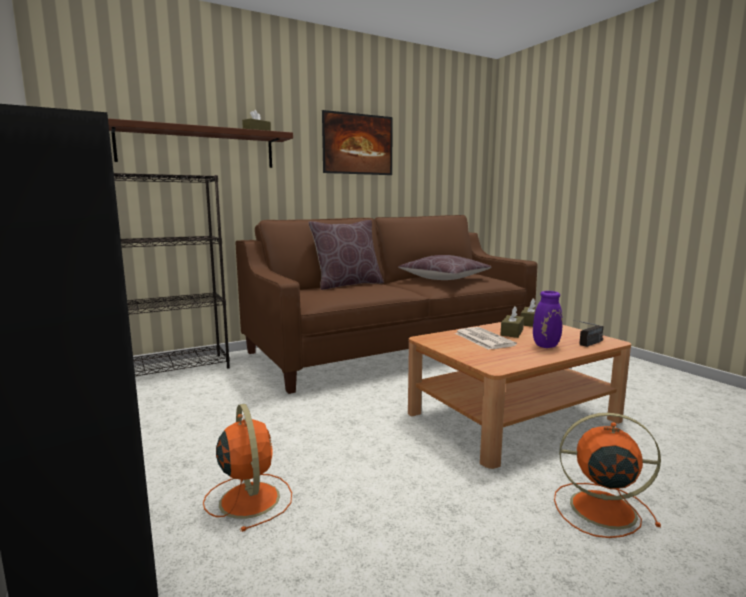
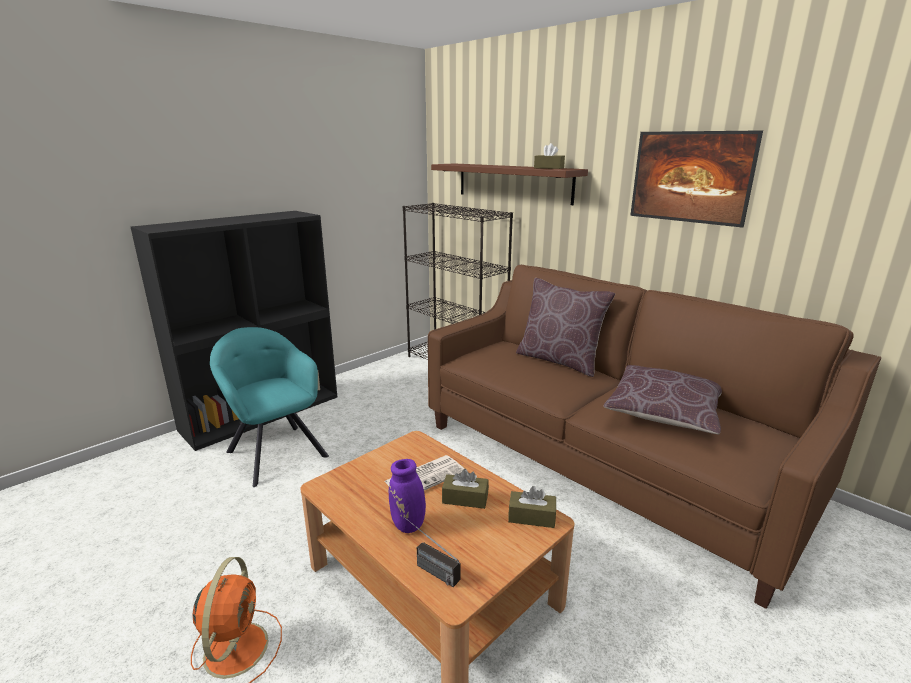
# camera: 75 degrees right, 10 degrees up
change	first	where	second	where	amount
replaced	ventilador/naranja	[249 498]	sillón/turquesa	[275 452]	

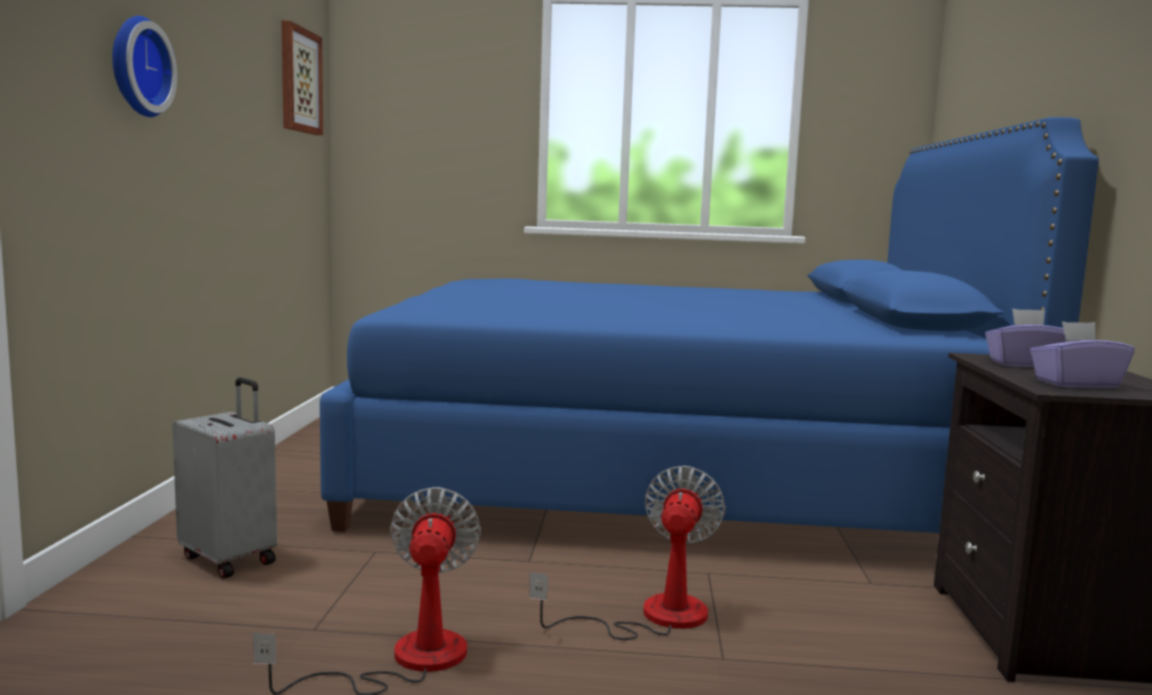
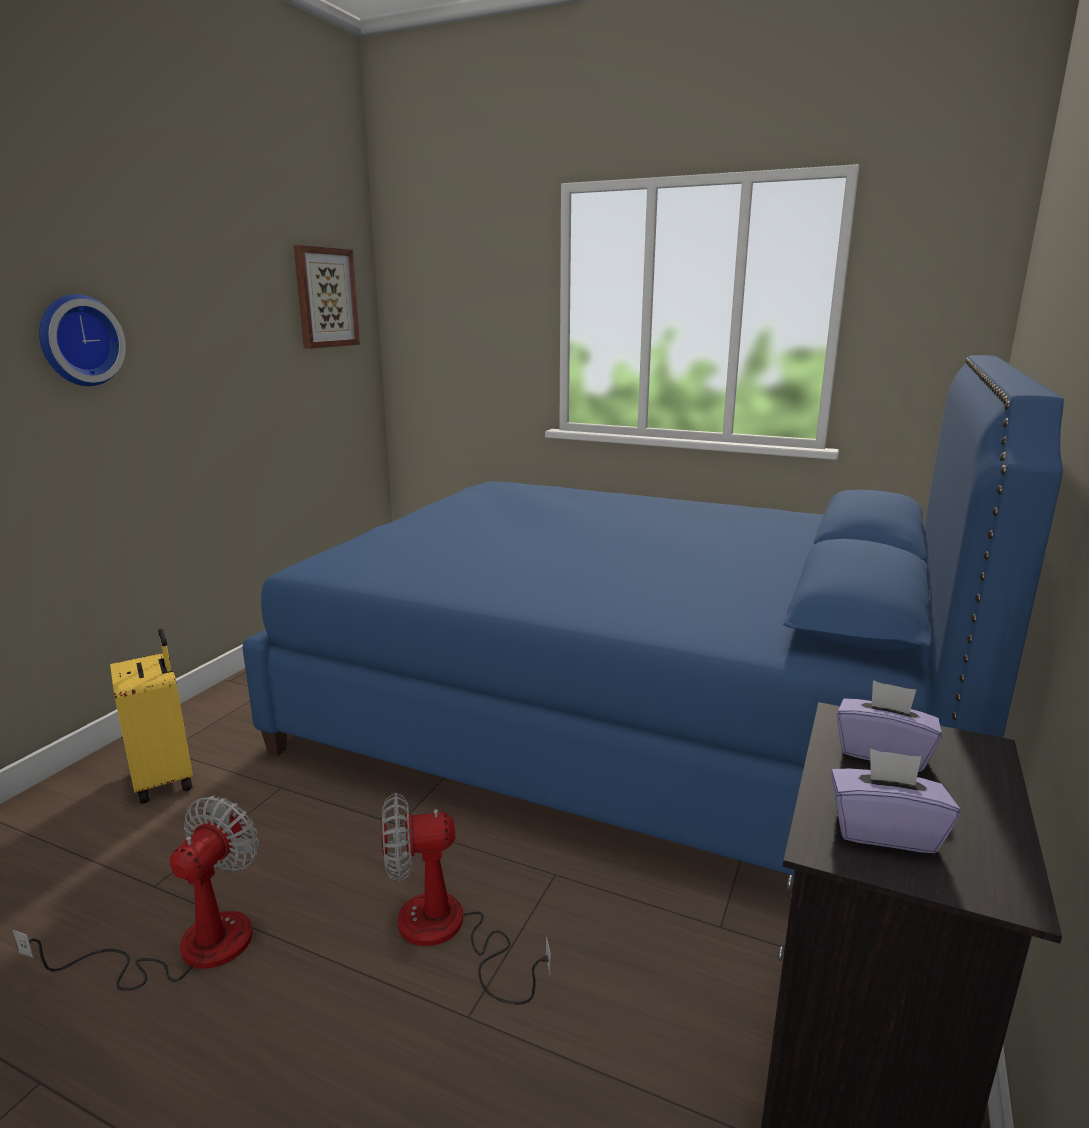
# camera: 20 degrees right, 10 degrees up
change	first	where	second	where	amount
recoloured	maleta/gris	[230 559]	maleta/amarillo	[165 778]	
turned	ventilador	[652 617]		[448 933]	135 degrees counterclockwise

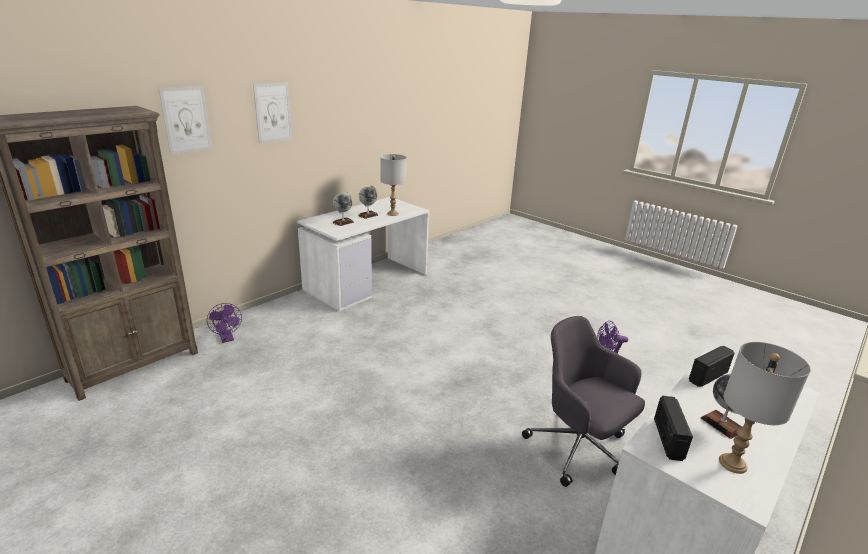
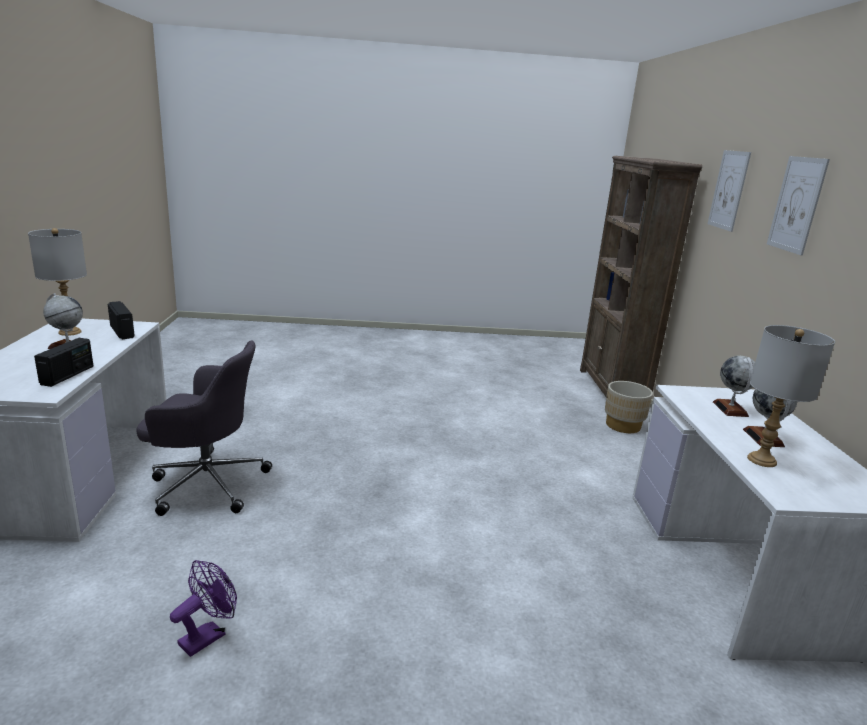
# camera: 135 degrees right, 5 degrees down
change	first	where	second	where	amount
replaced	ventilador/morado	[227 339]	maceta/beis	[623 426]	

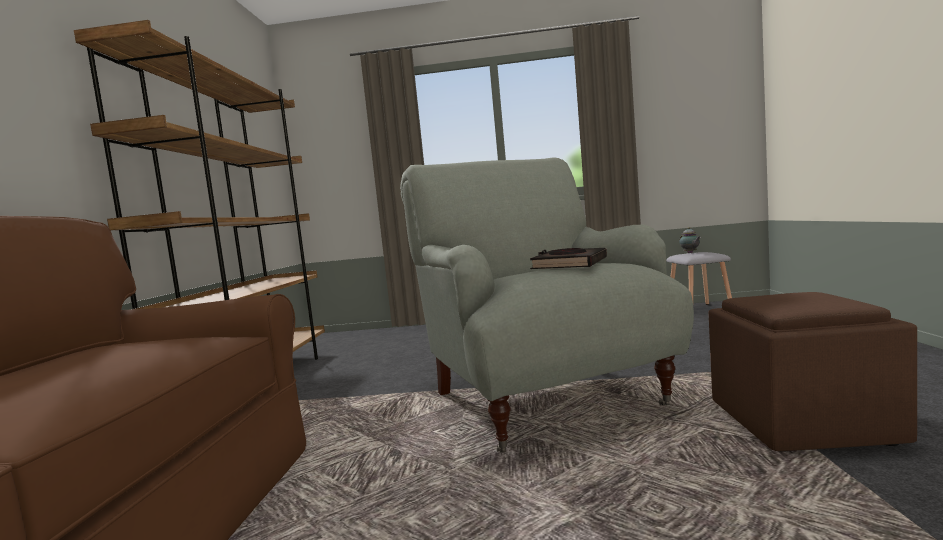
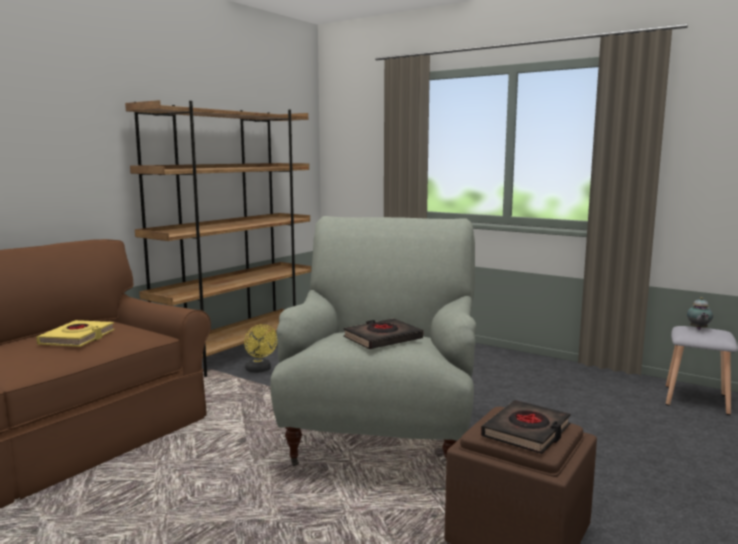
# camera: 30 degrees right, 5 degrees up
change	first	where	second	where	amount
added			libro/amarillo	[78 338]	
added			ventilador/amarillo	[260 370]	
added			libro/negro	[527 432]	

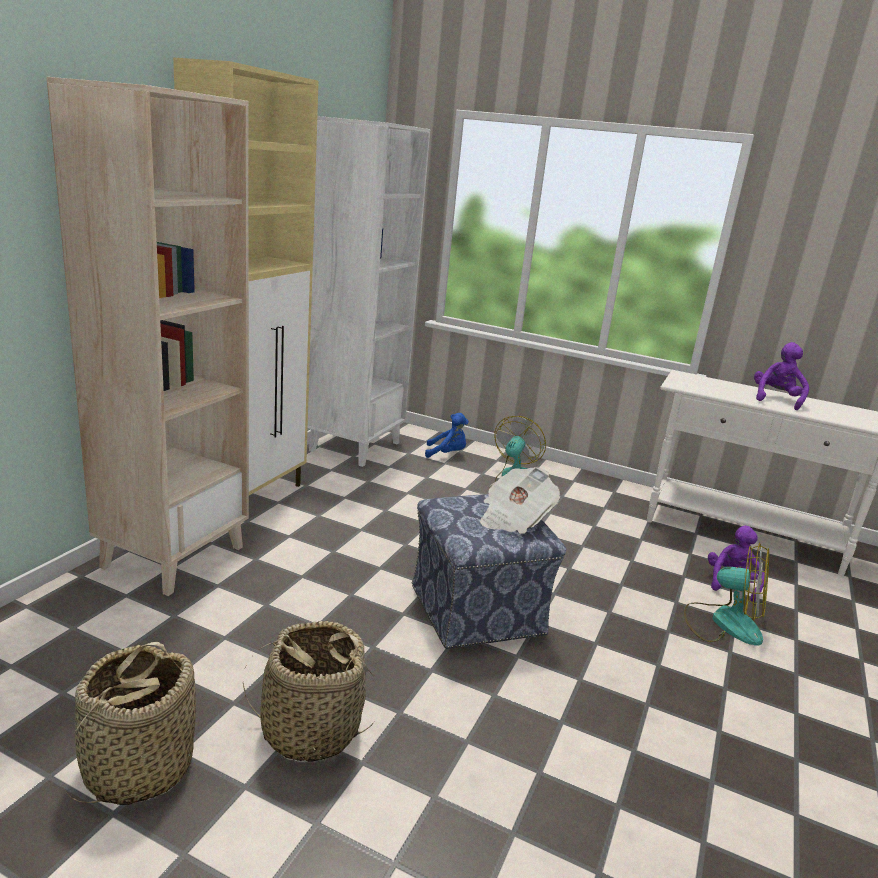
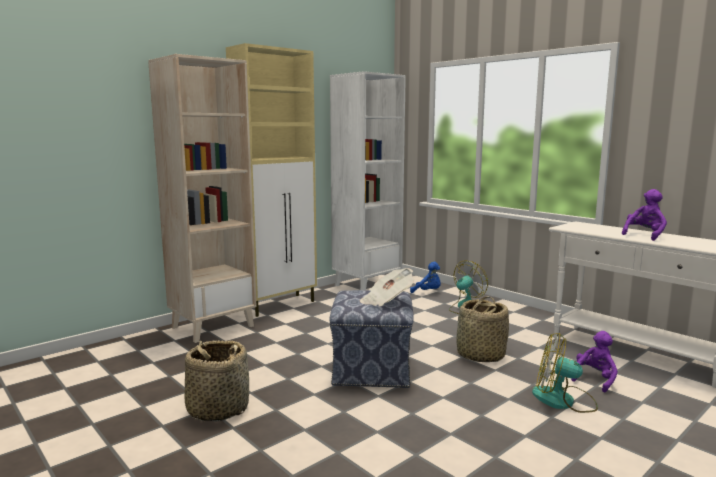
# camera: 25 degrees right, 10 degrees down
change	first	where	second	where	amount
moved	cesta	[138 767]		[480 355]	
turned	ventilador	[723 622]		[563 400]	150 degrees clockwise

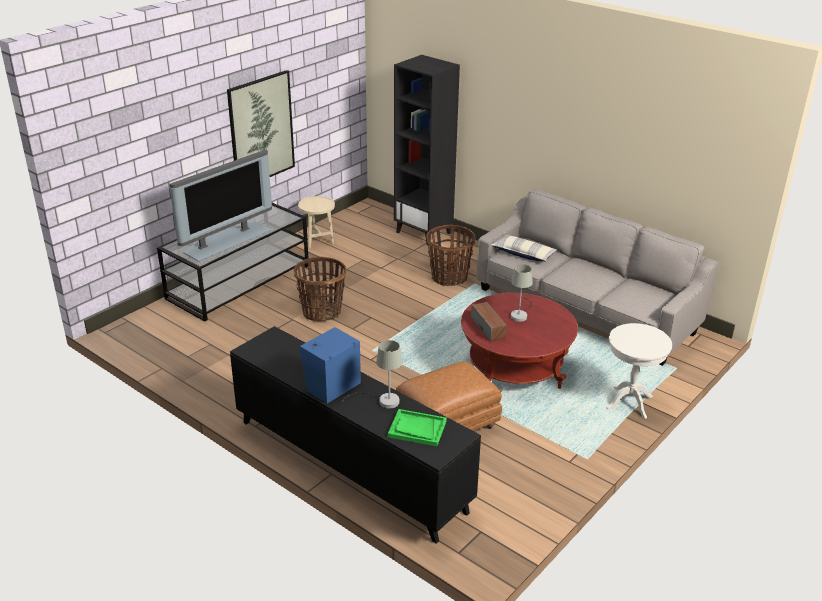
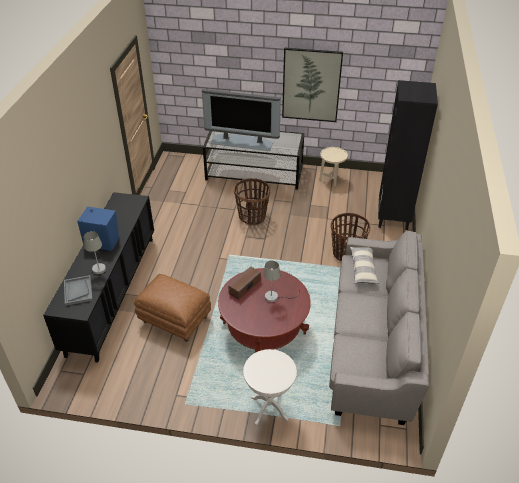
# camera: 60 degrees right, 10 degrees up
change	first	where	second	where	amount
recoloured	bandeja/verde	[417 429]	bandeja/gris	[78 291]	

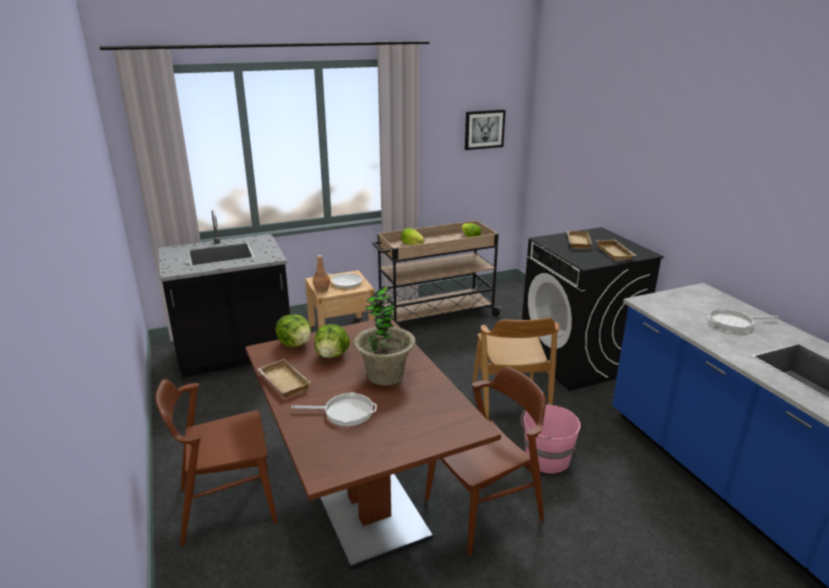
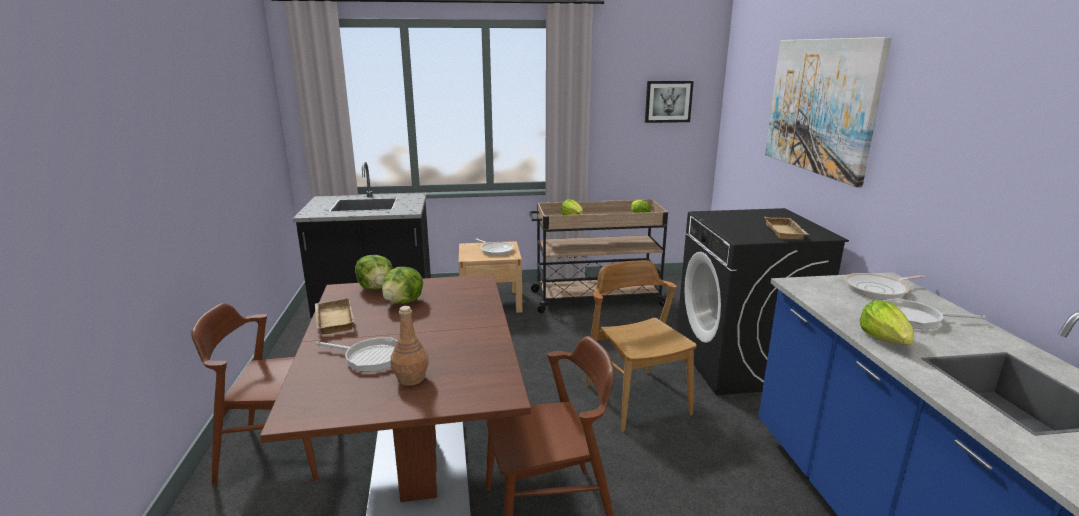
# camera: 15 degrees right, 5 degrees down
change	first	where	second	where	amount
removed	planta en maceta	[385 376]			
removed	cubo/rosa	[546 459]			
removed	bandeja/beis	[577 242]			
added			cuadro	[820 106]	
added			sartén	[878 289]	
added			lechuga	[885 339]	
moved	botella/marrón	[322 289]		[411 379]	
turned	silla/marrón	[509 404]		[636 399]	150 degrees clockwise

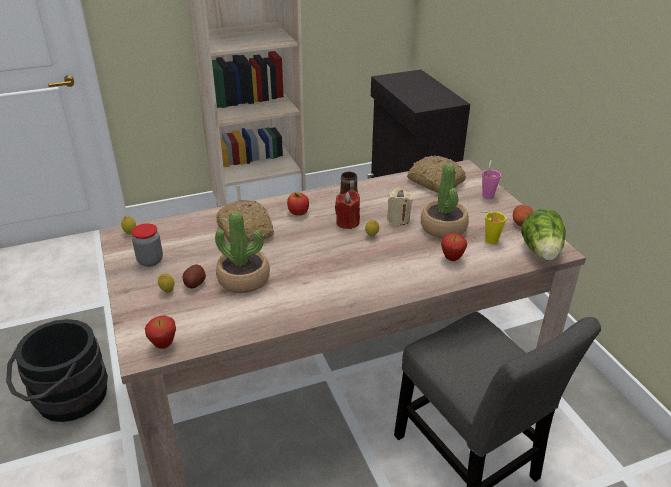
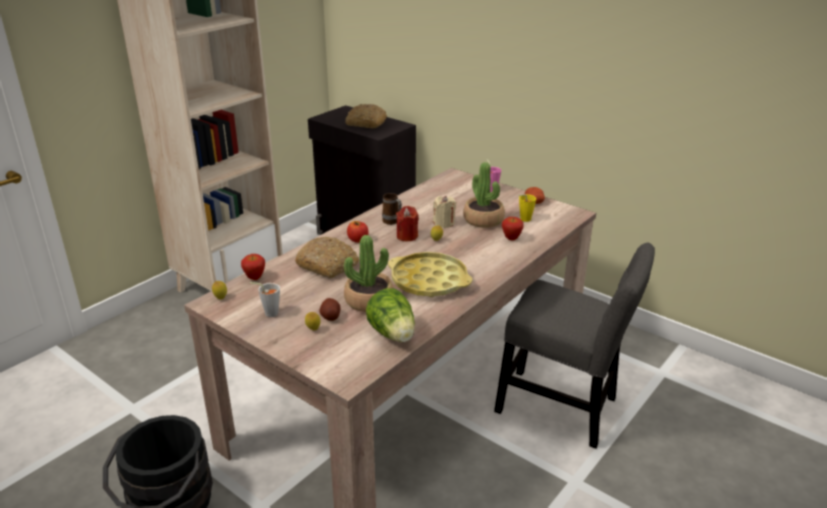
# camera: 30 degrees left, 5 degrees down
change	first	where	second	where	amount
added			bandeja/amarillo	[429 281]	
moved	manzana	[164 345]		[254 278]	
moved	pan	[435 181]		[366 123]	
moved	lechuga	[541 252]		[393 334]	
replaced	tarro	[150 260]	taza/gris	[268 313]	

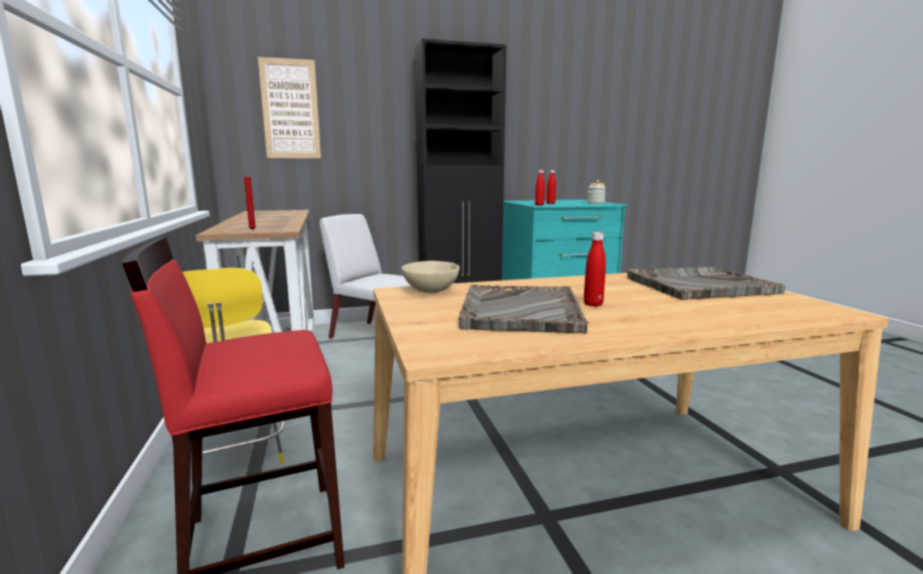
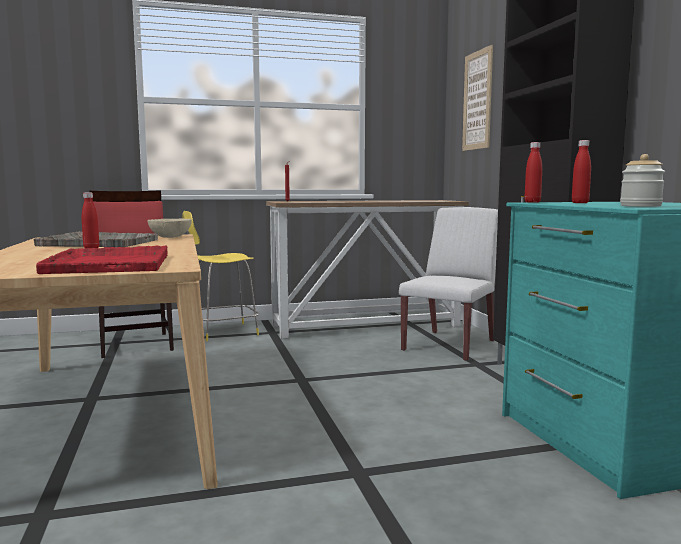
# camera: 90 degrees right, 5 degrees down
change	first	where	second	where	amount
recoloured	bandeja/gris	[698 285]	bandeja/rojo	[110 263]	

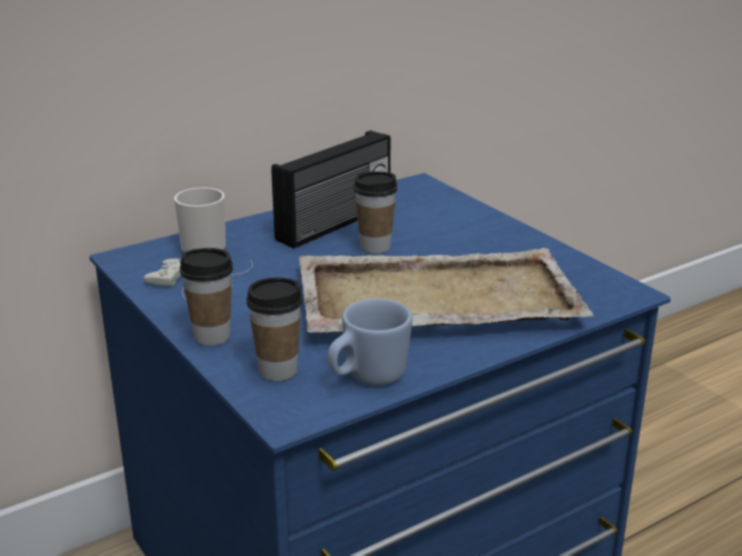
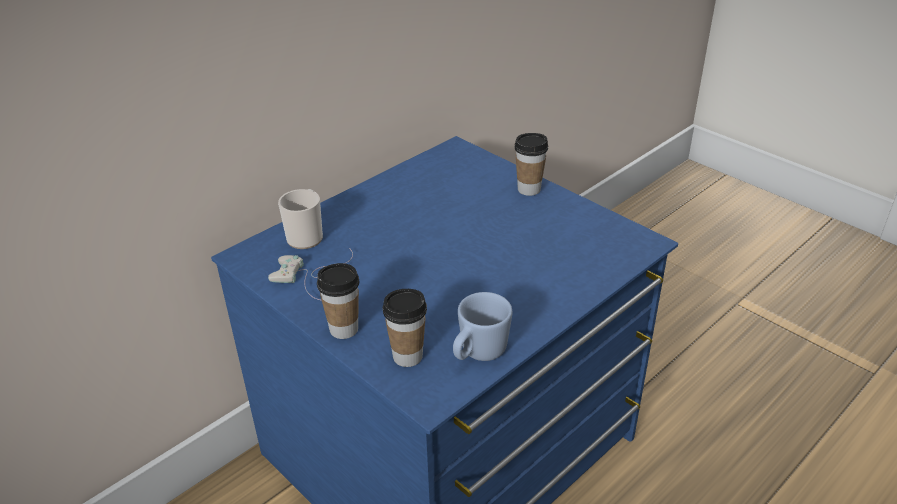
# camera: 10 degrees left, 10 degrees up
change	first	where	second	where	amount
removed	radio	[336 223]			
removed	bandeja/beis	[434 299]			
moved	taza	[375 247]		[529 189]	

